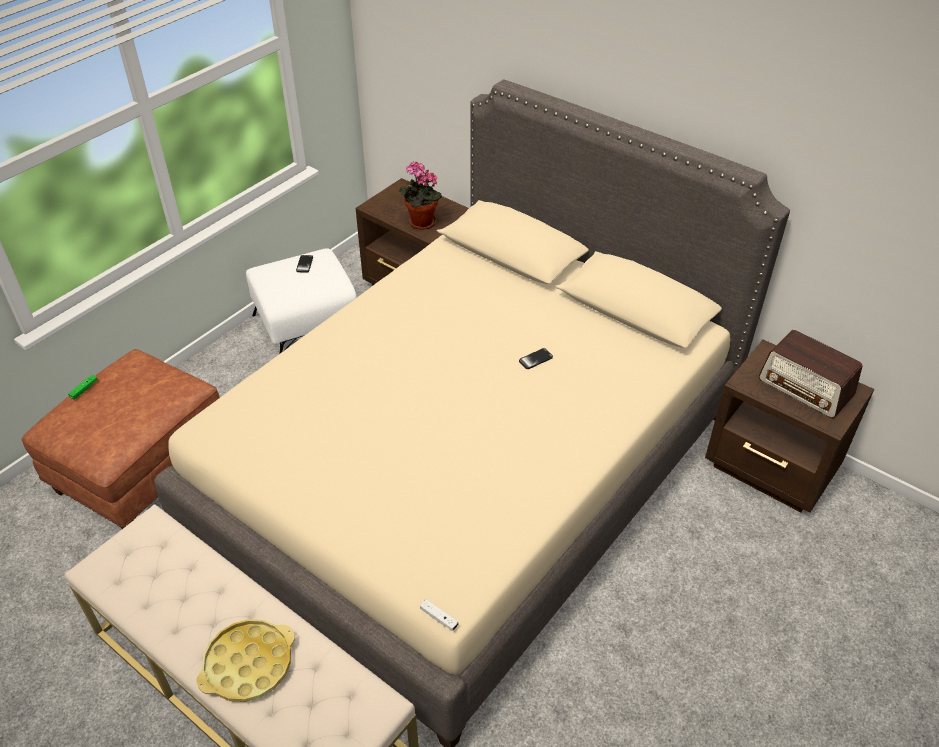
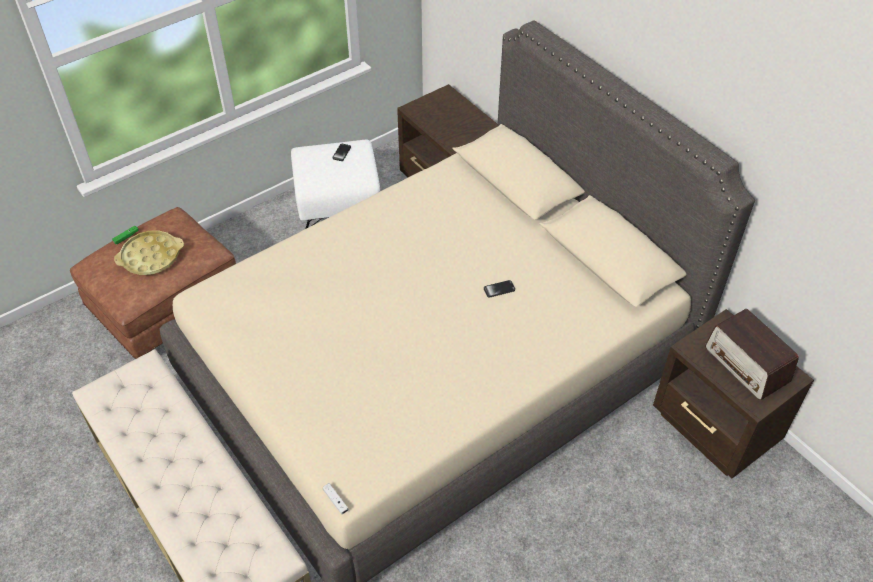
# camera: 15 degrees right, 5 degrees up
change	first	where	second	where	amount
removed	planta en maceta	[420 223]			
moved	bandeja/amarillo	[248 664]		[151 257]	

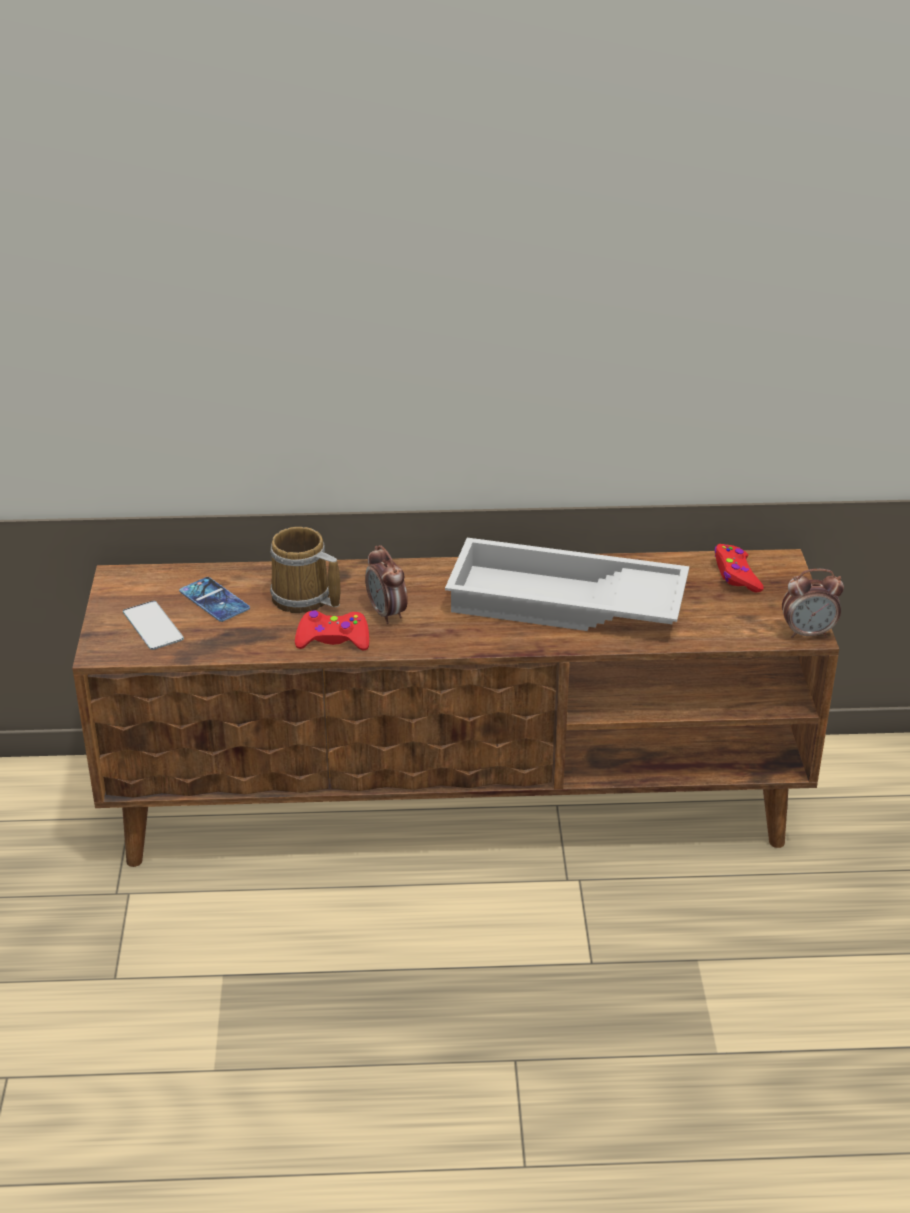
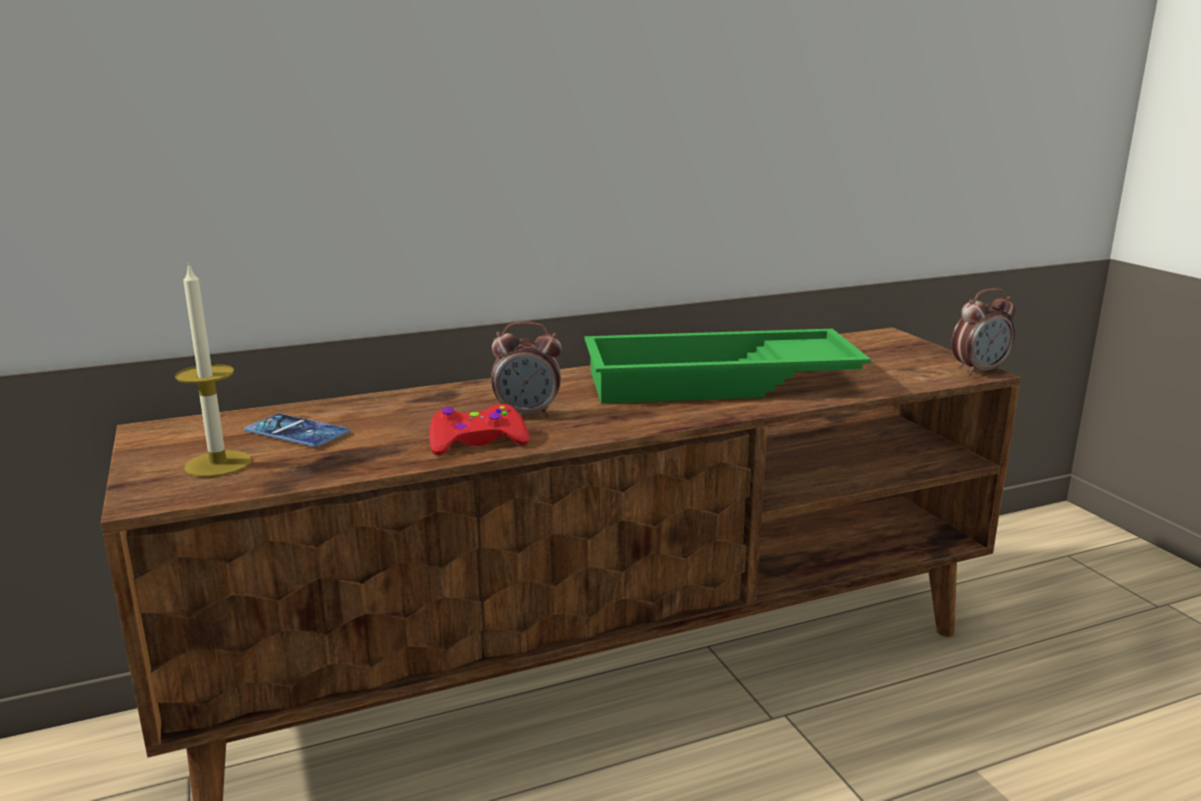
# camera: 20 degrees left, 15 degrees down
change	first	where	second	where	amount
removed	taza grande	[303 599]			
removed	mando de consola/rojo	[736 575]			
replaced	móvil	[153 626]	vela	[218 464]	
recoloured	bandeja/blanco	[563 604]	bandeja/verde	[718 383]	
turned	despertador	[387 613]		[527 414]	45 degrees counterclockwise

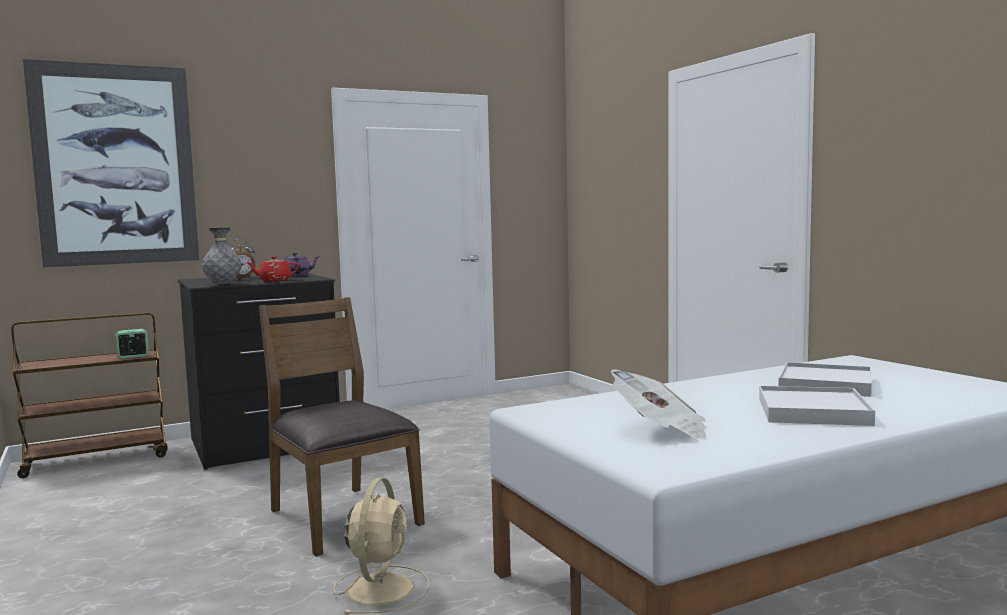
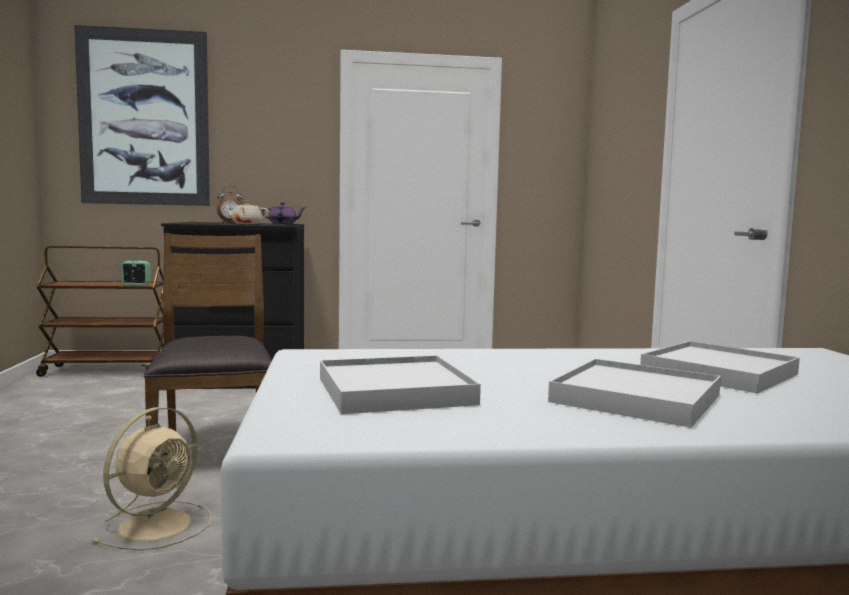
# camera: 20 degrees right, 0 degrees up
change	first	where	second	where	amount
removed	florero/gris	[223 284]			
replaced	periódico	[661 430]	bandeja/blanco	[395 391]	
recoloured	tetera/rojo	[274 280]	tetera/beis	[246 224]	

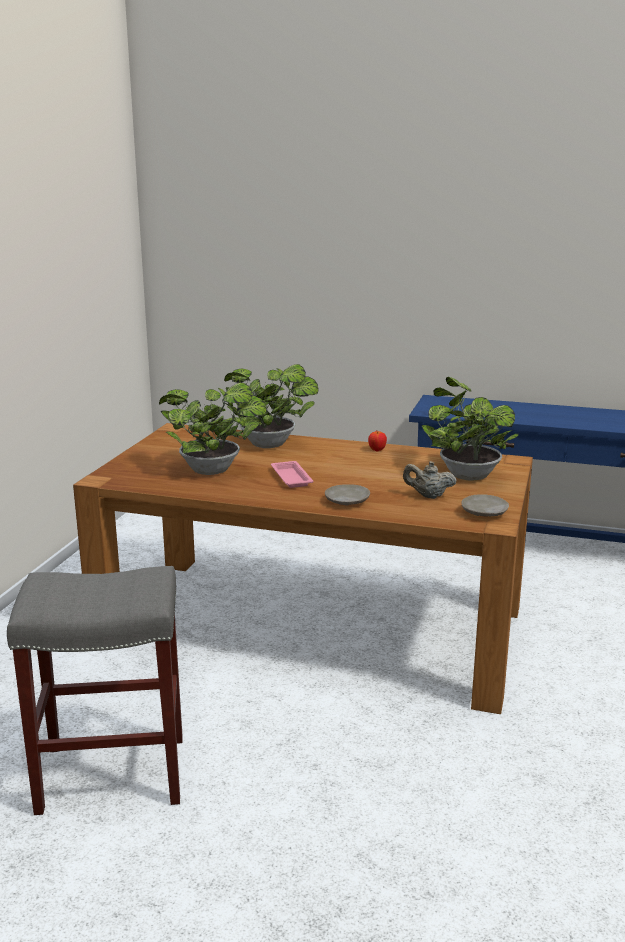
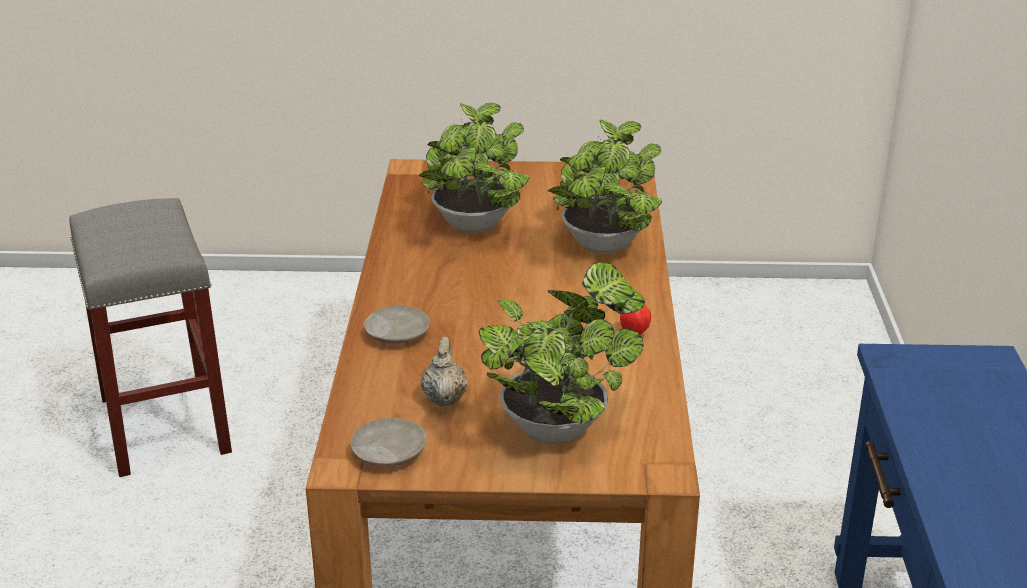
# camera: 75 degrees right, 10 degrees up
change	first	where	second	where	amount
removed	bandeja/rosa	[291 477]			

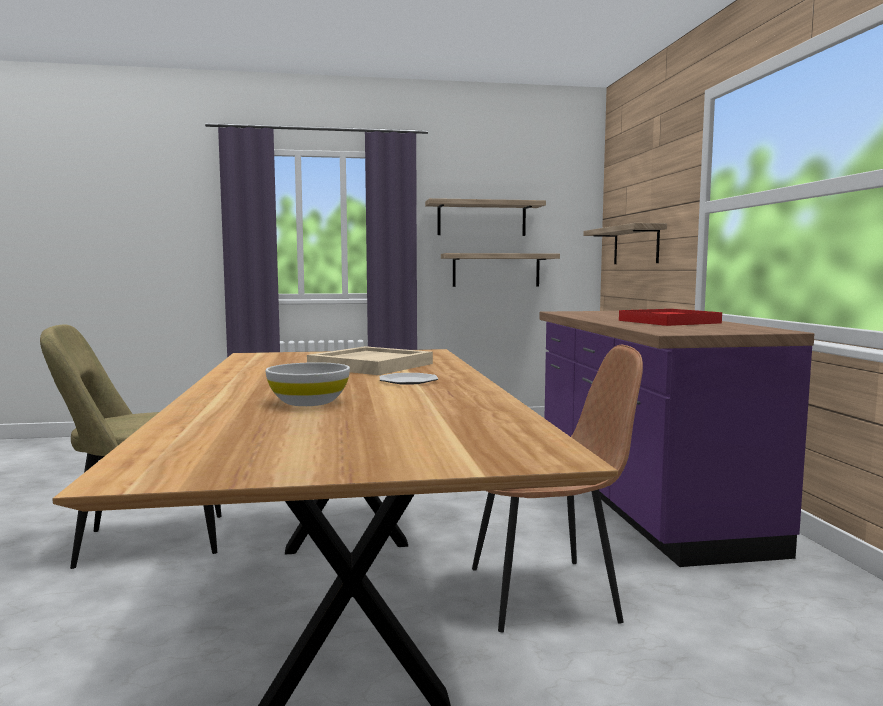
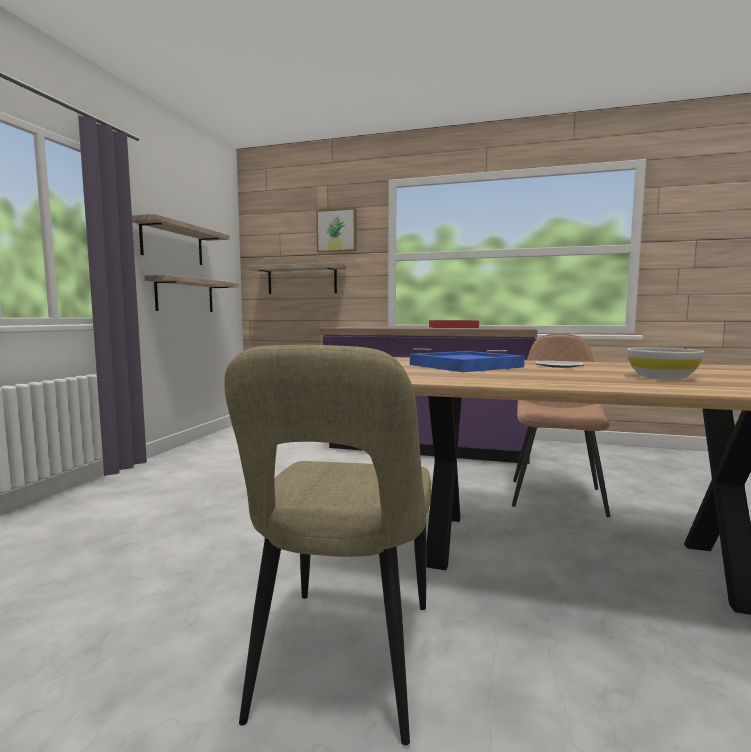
# camera: 65 degrees left, 0 degrees up
change	first	where	second	where	amount
added			cuadro	[337 231]	
recoloured	bandeja/beis	[370 365]	bandeja/azul	[464 366]	

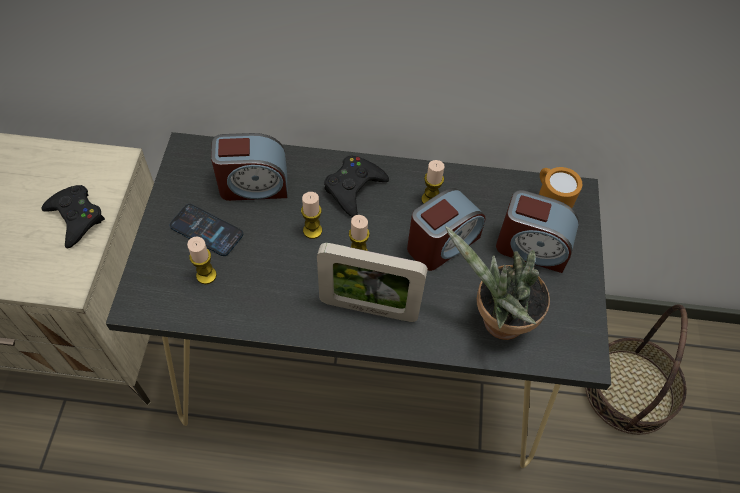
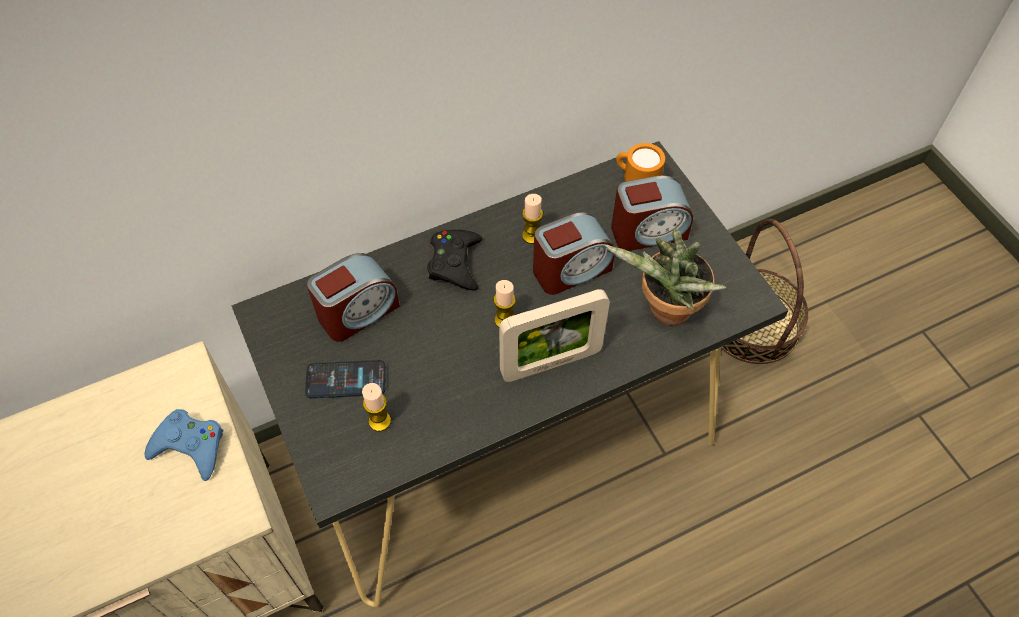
# camera: 30 degrees left, 0 degrees up
change	first	where	second	where	amount
removed	vela	[312 230]			
recoloured	mando de consola/negro	[76 218]	mando de consola/azul	[190 446]	
turned	despertador	[442 243]		[571 269]	45 degrees clockwise

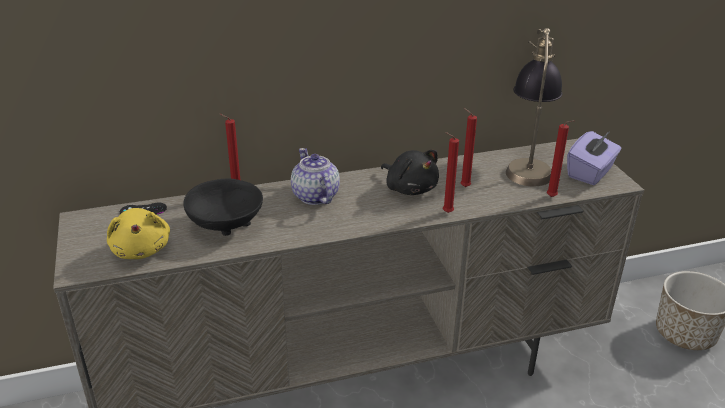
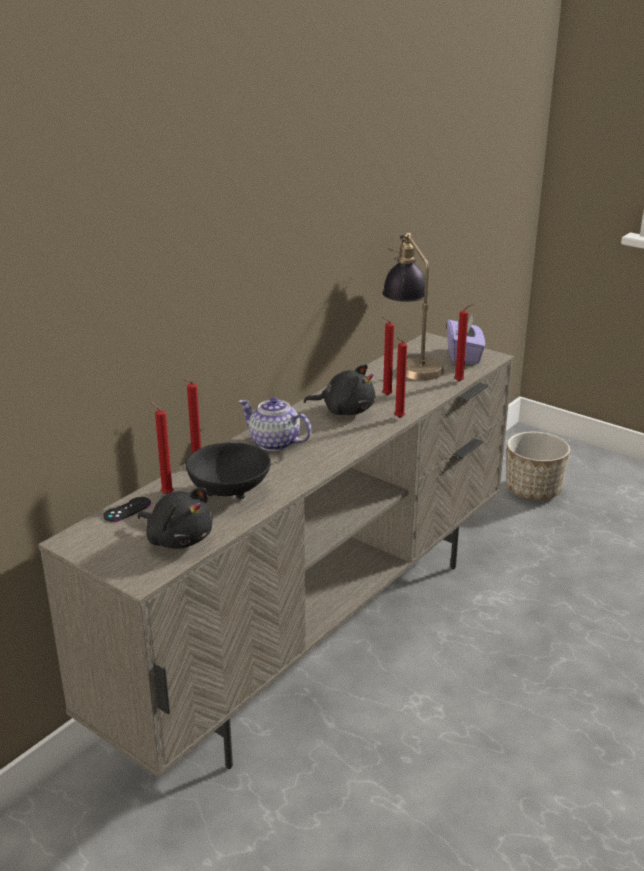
# camera: 35 degrees left, 5 degrees down
change	first	where	second	where	amount
added			vela/rojo	[165 494]	
recoloured	peluche/amarillo	[141 249]	peluche/negro	[178 539]	

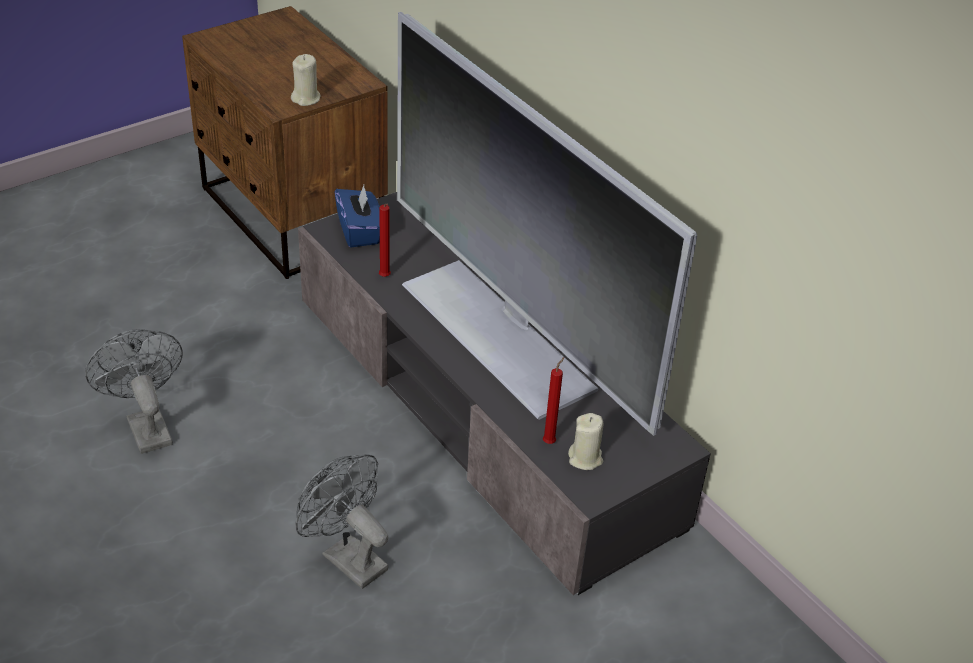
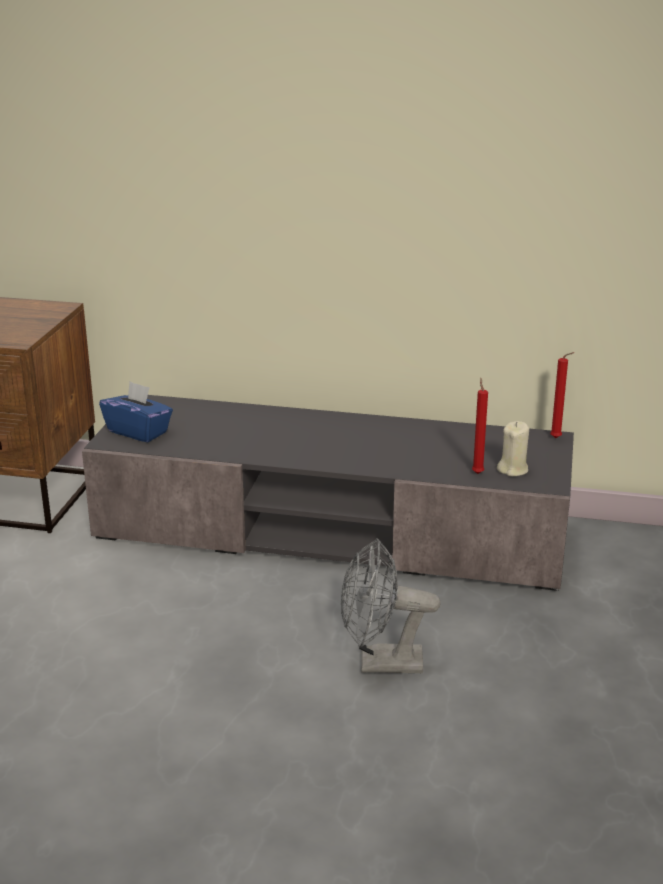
# camera: 40 degrees left, 15 degrees down
change	first	where	second	where	amount
removed	ventilador/gris	[146 426]			
removed	vela/beis	[306 98]			
removed	televisor	[500 334]			
moved	vela/rojo	[385 278]		[557 438]	

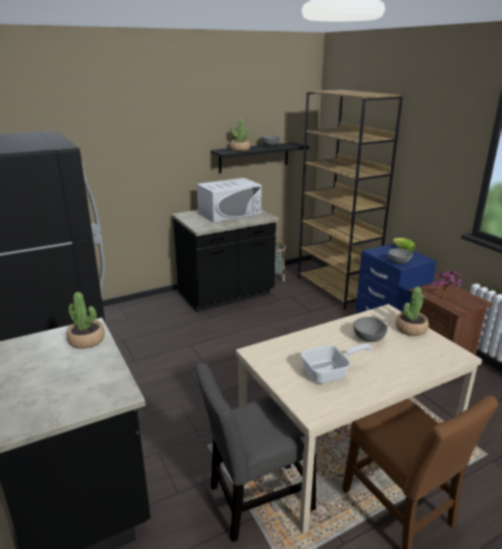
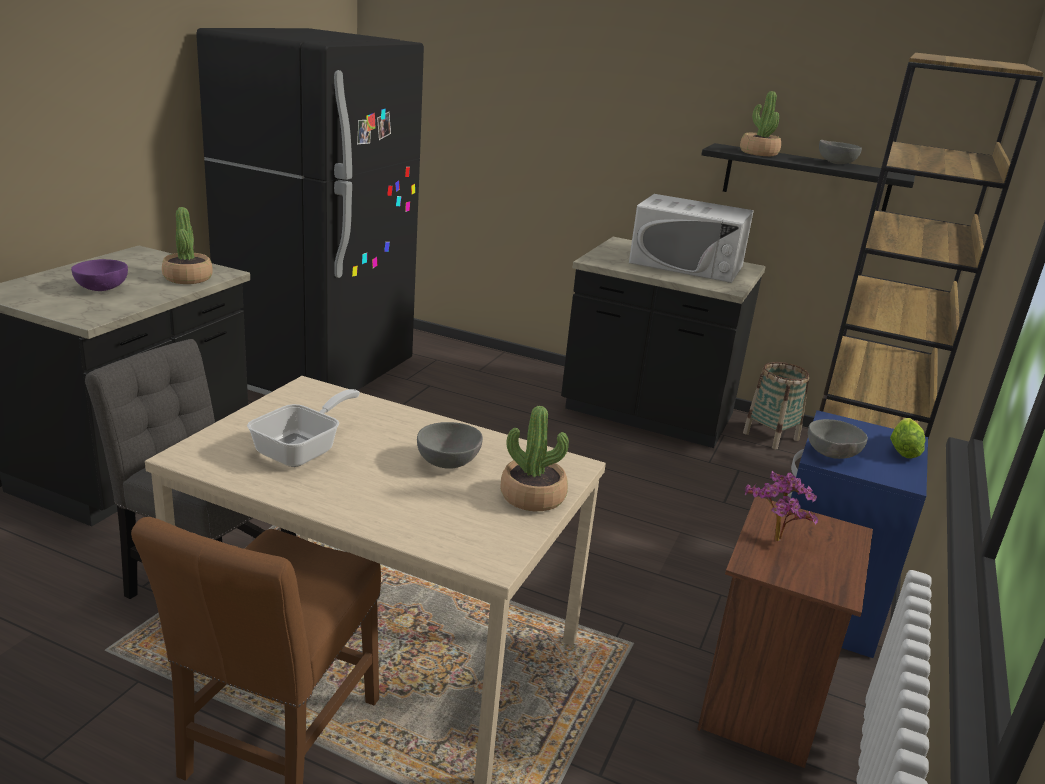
# camera: 50 degrees right, 0 degrees up
change	first	where	second	where	amount
added			cuenco/morado	[102 289]	
turned	sartén	[330 373]		[303 449]	90 degrees counterclockwise

